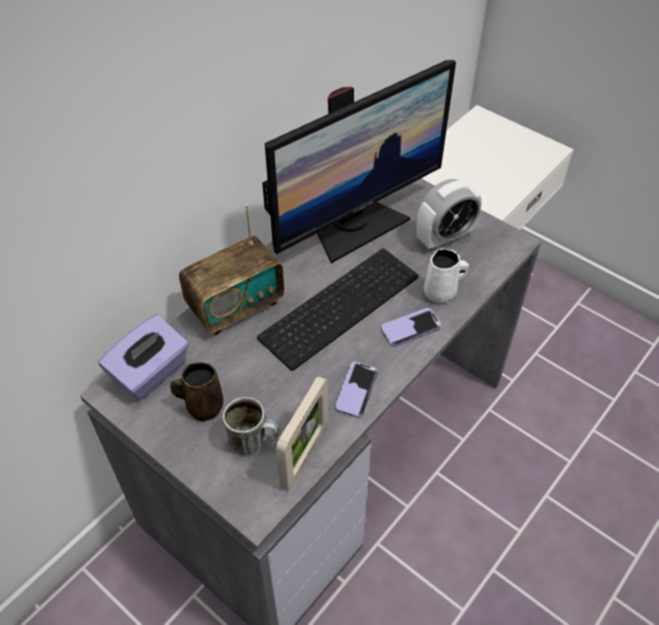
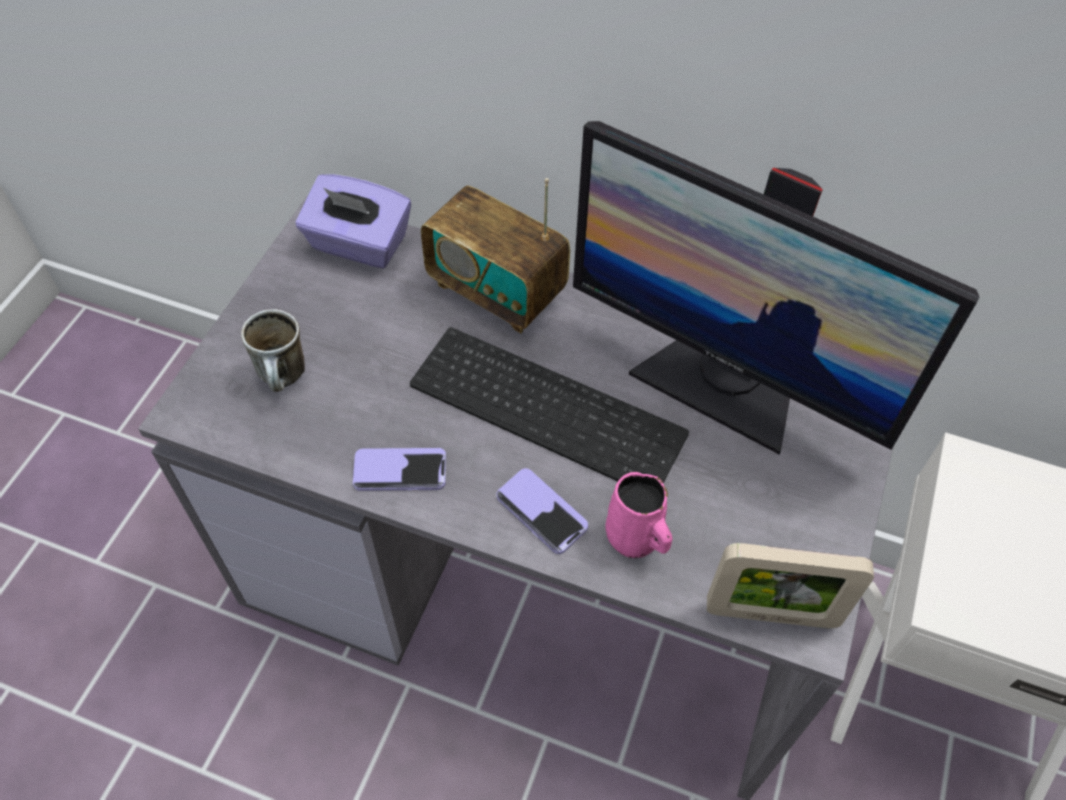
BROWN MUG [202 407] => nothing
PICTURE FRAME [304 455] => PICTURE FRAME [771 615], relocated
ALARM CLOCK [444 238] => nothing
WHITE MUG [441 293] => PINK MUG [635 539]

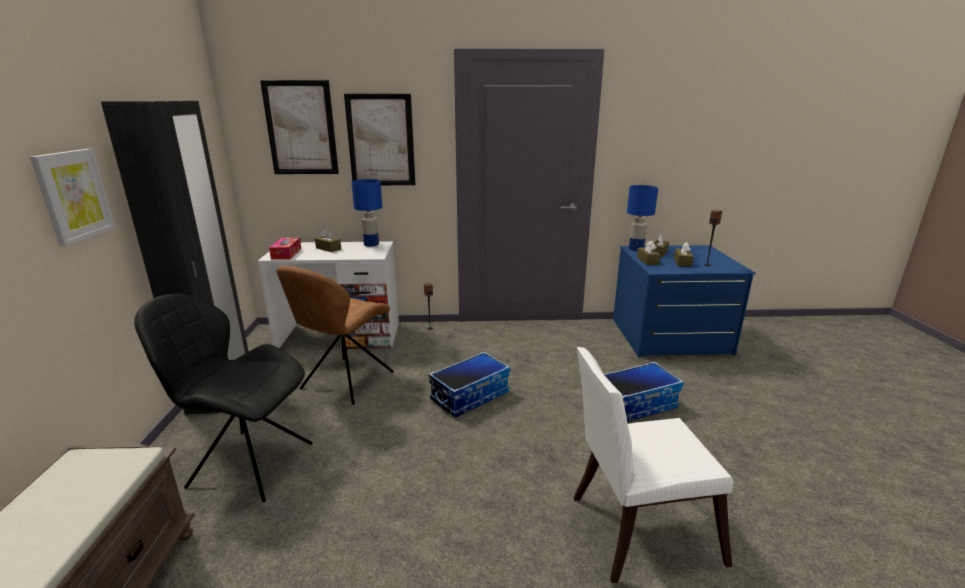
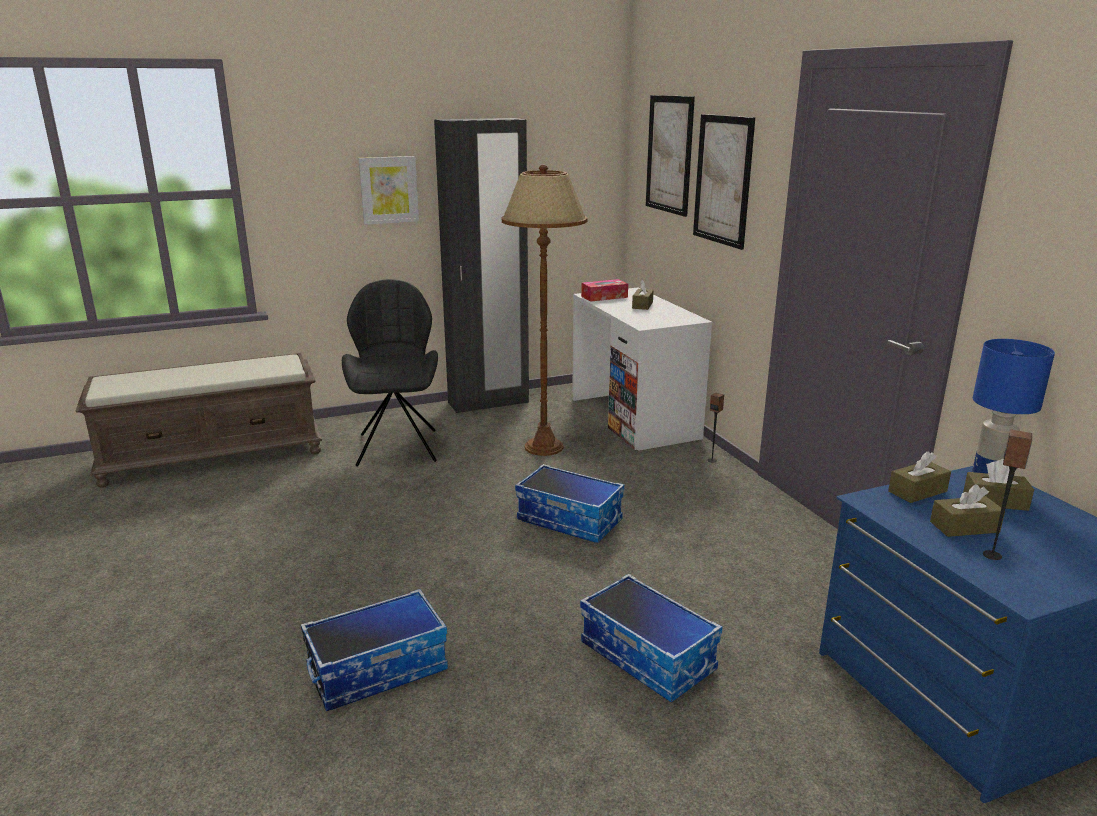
BROWN CHAIR [345 382] => BROWN FLOOR LAMP [544 447]
BLUE TABLE LAMP [371 244] => nothing
WHITE CHAIR [635 529] => STORAGE BOX [378 669]

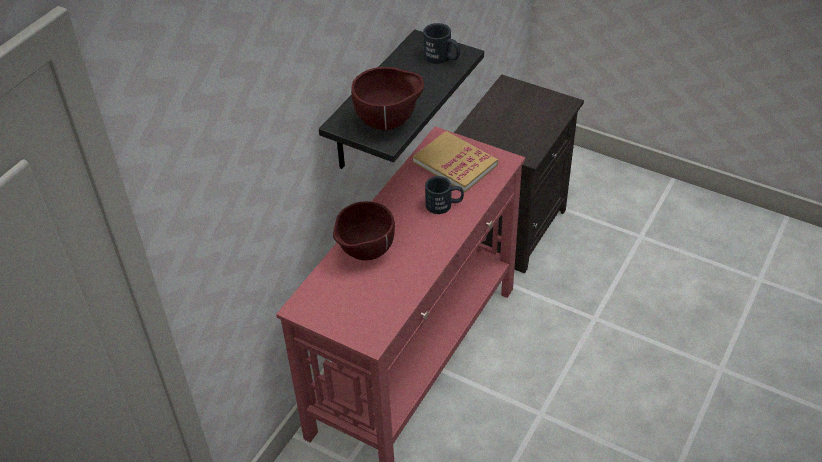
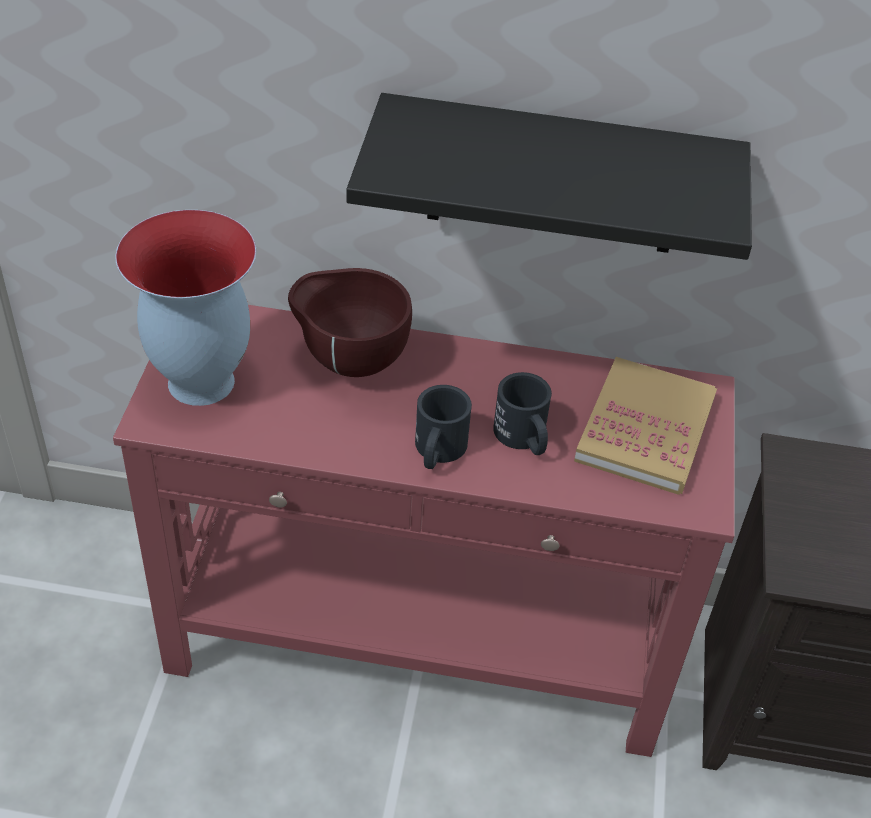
BROWN BOWL [389 123] => nothing
BLACK MUG [442 58] => BLACK MUG [437 452], relocated
nothing => VASE [198 381]

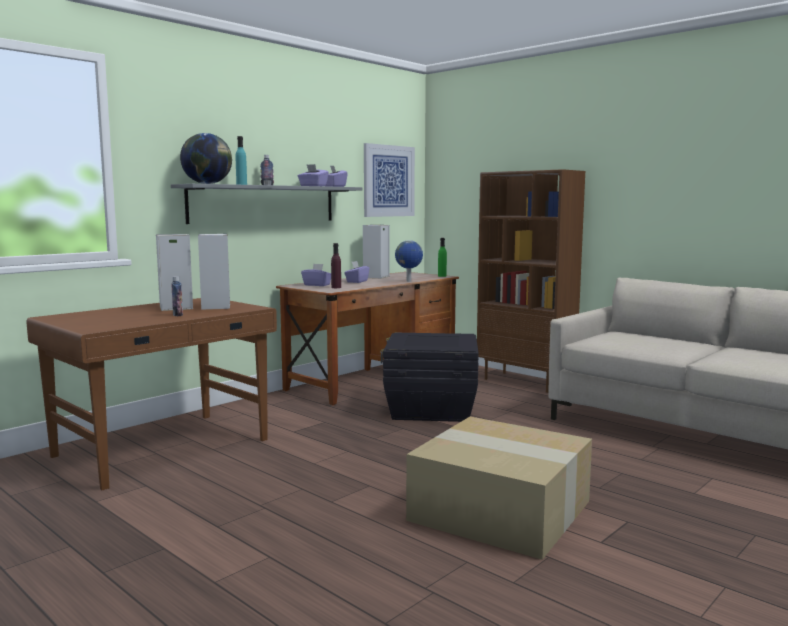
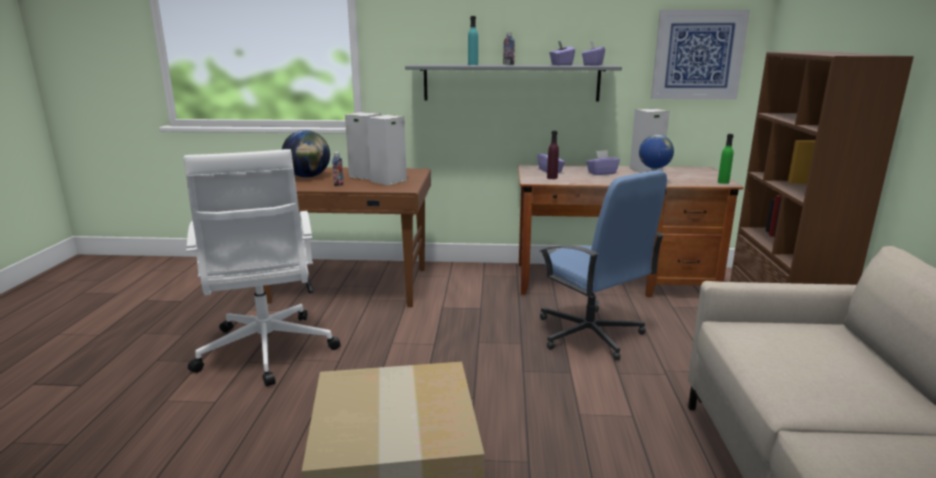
GLOBE [207 184] => GLOBE [308 177], relocated
BLACK STORAGE BOX [430 409] => BLUE OFFICE CHAIR [590 334]
nothing => WHITE OFFICE CHAIR [266 352]

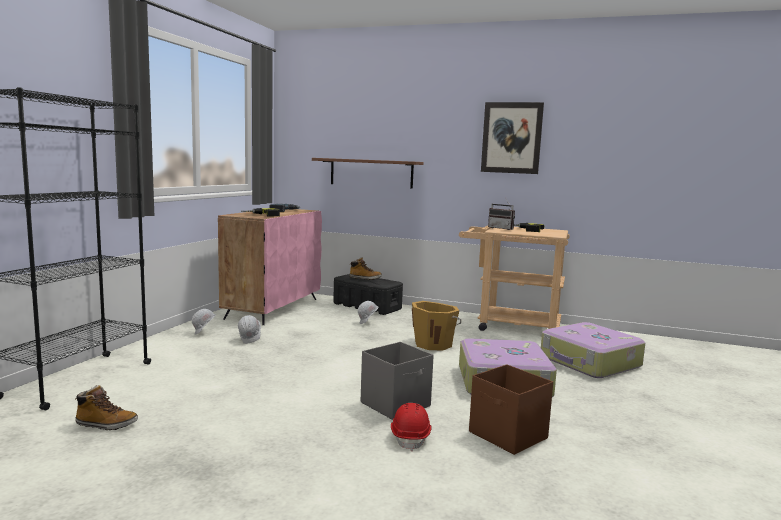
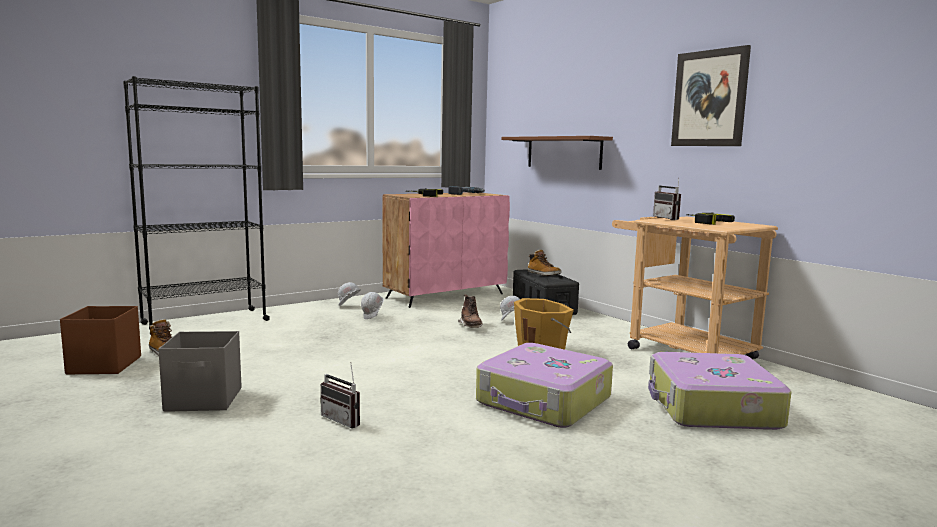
GREY STORAGE BOX [396 404] => GREY STORAGE BOX [205 400], relocated
RED HARD HAT [410 437] => RADIO [345 419]
BROWN STORAGE BOX [508 436] => BROWN STORAGE BOX [103 365], relocated
nothing => BROWN BOOT [471 326]

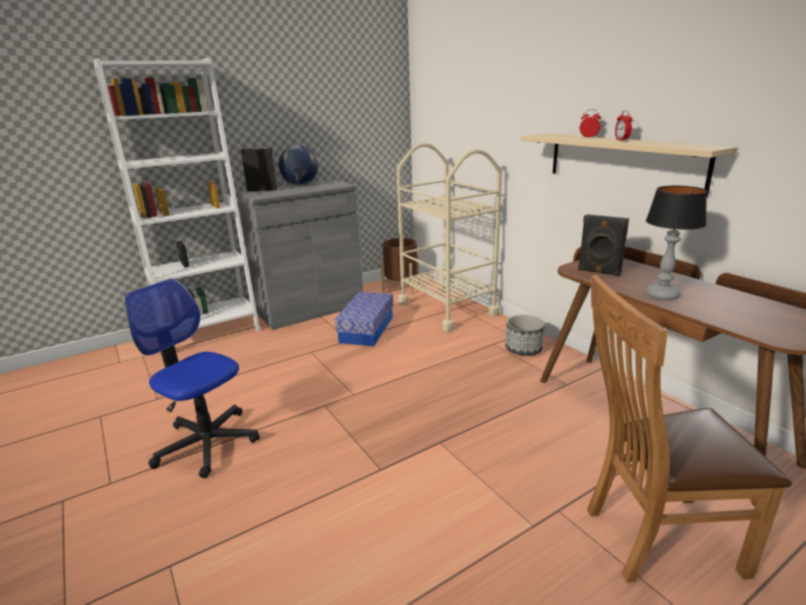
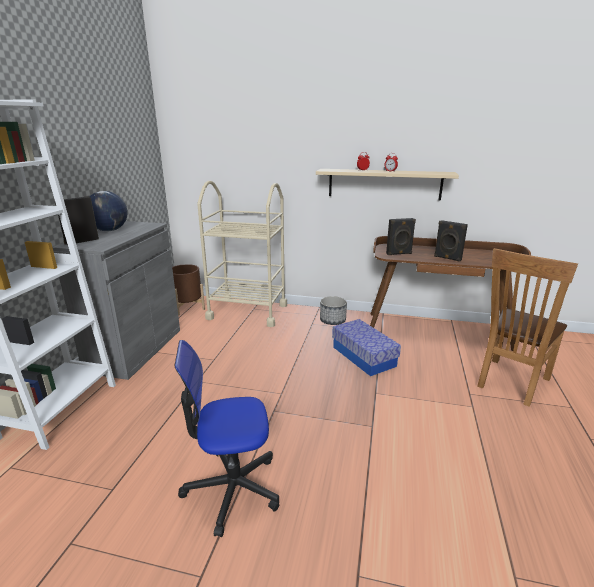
STORAGE BOX [367 329] => STORAGE BOX [364 356], relocated
TABLE LAMP [663 295] => BLACK SPEAKER [447 258]

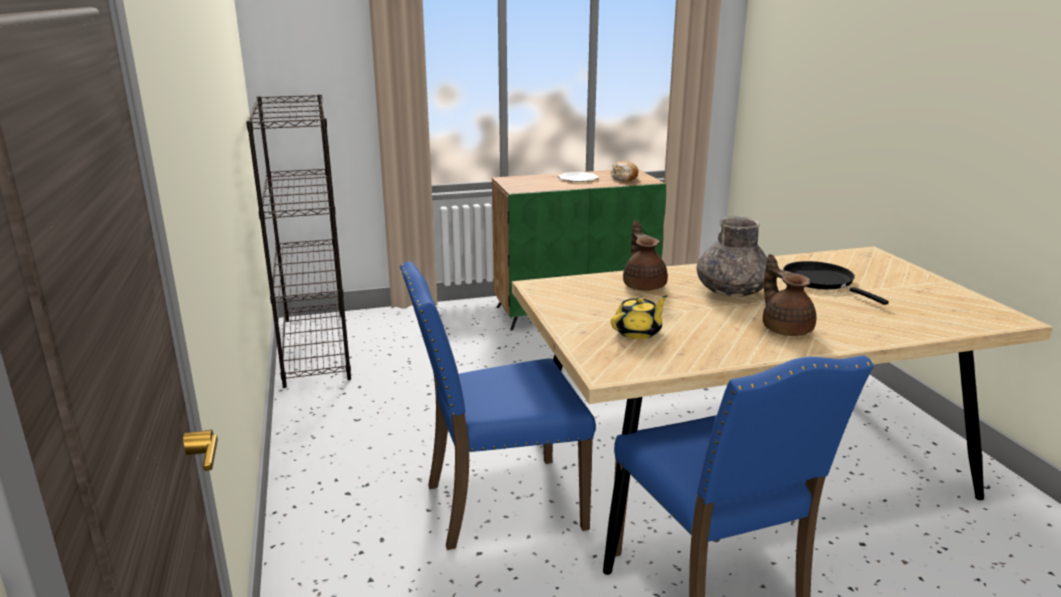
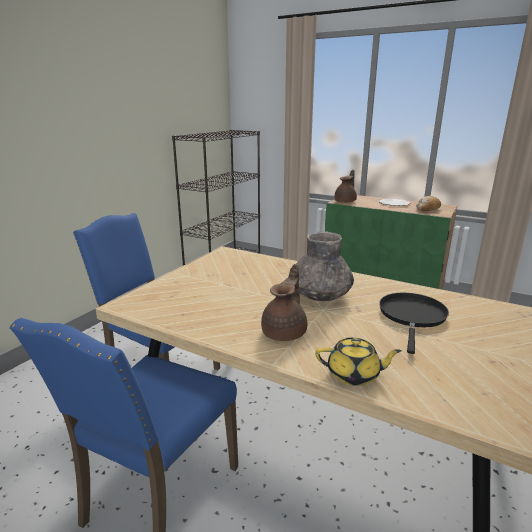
YELLOW TEAPOT [638 332] => YELLOW TEAPOT [354 375], relocated
BROWN TEAPOT [644 285] => BROWN TEAPOT [346 201], relocated

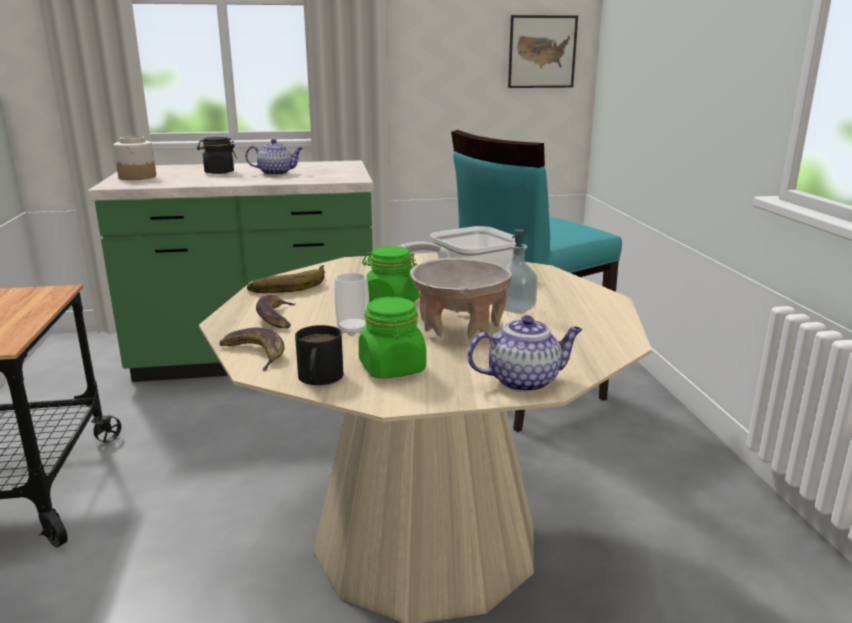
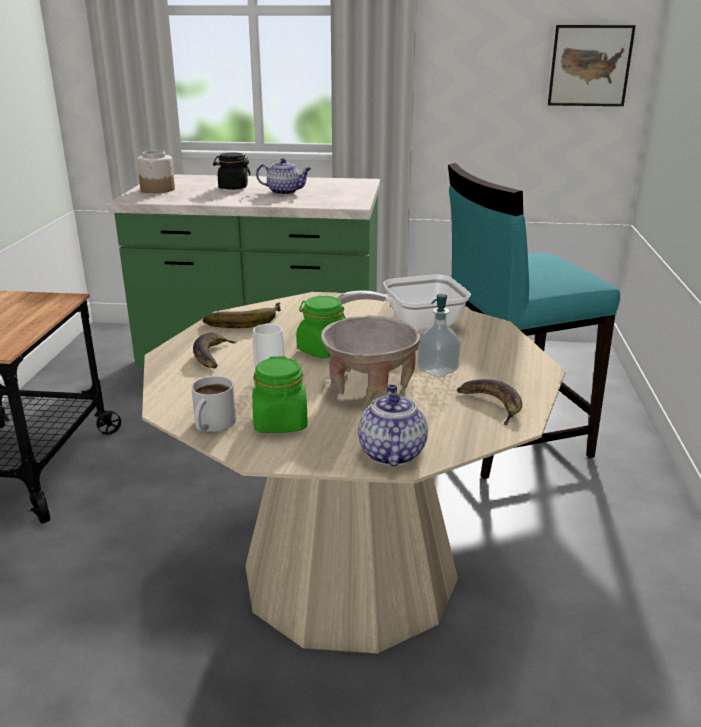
BANANA [256 353] => BANANA [492 404], relocated
BLACK MUG [319 379] => WHITE MUG [211 425]
TEAPOT [524 381] => TEAPOT [391 452], 90 degrees counterclockwise

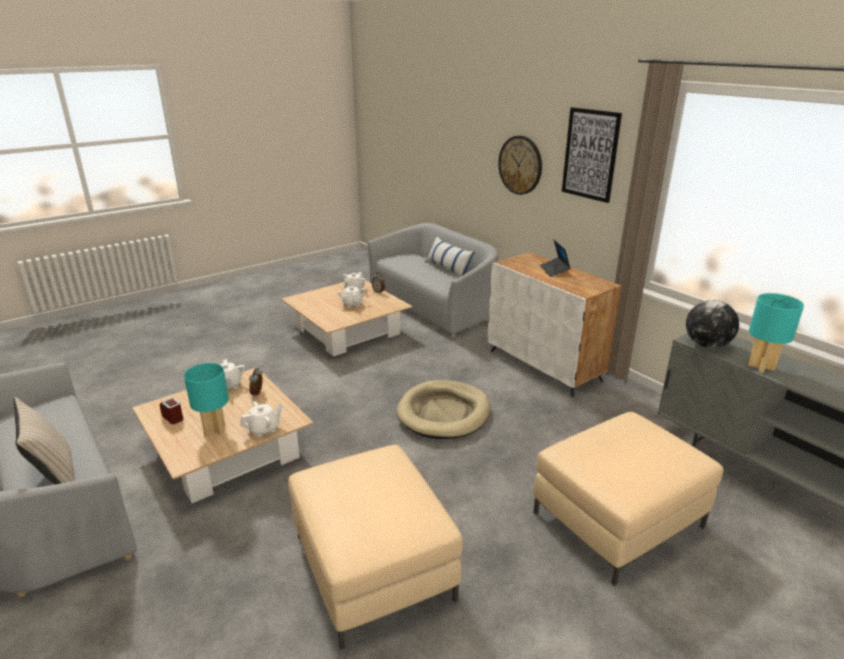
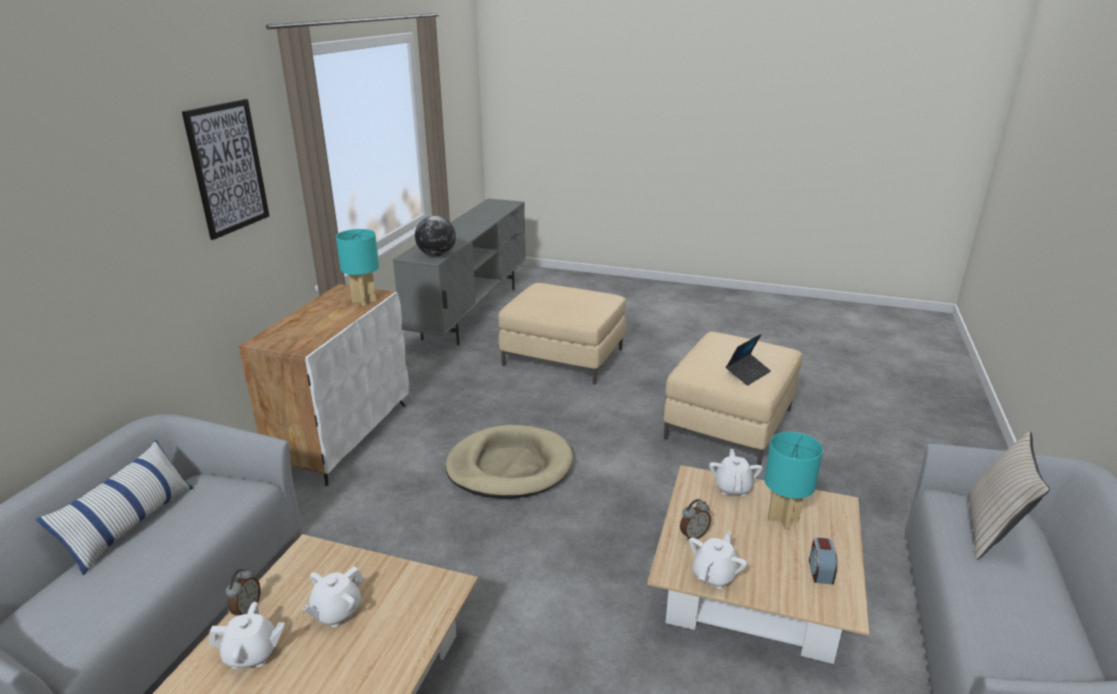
WHITE TEAPOT [264 429] => WHITE TEAPOT [733 487], 75 degrees clockwise
WALL CLOCK [520 165] => nothing
LAPTOP [554 270] => LAPTOP [747 373], relocated
TURQUOISE TABLE LAMP [761 367] => TURQUOISE TABLE LAMP [364 301], relocated

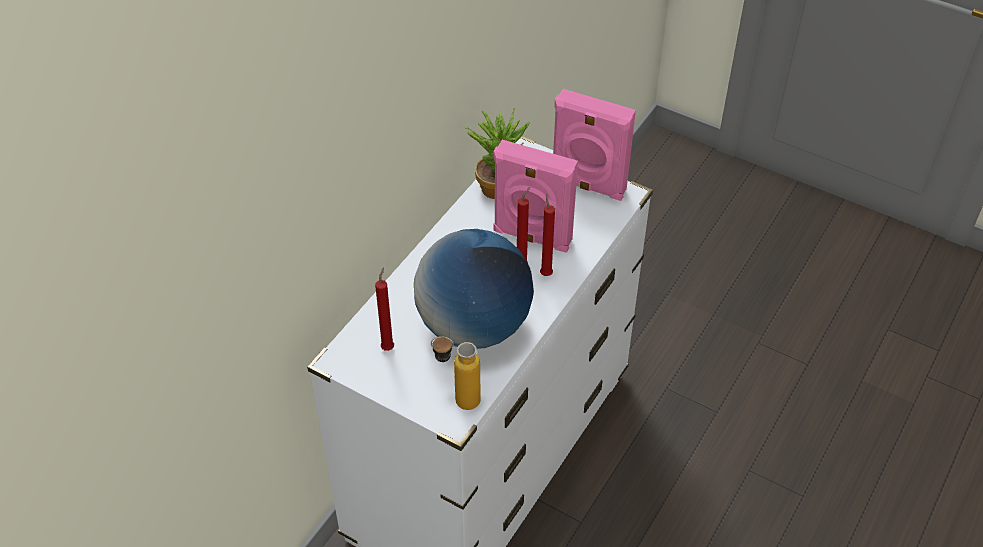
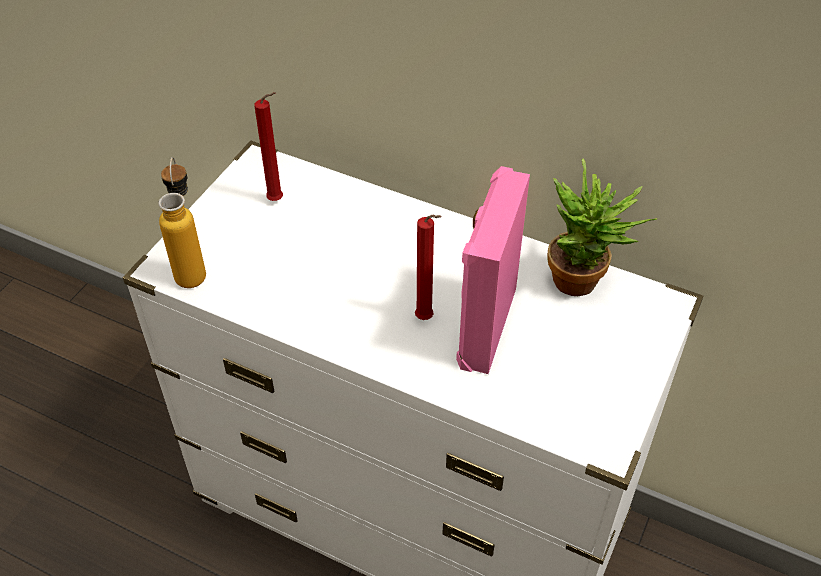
GLOBE [474 326] => nothing
RED CANDLE [545 273] => nothing
PINK SPEAKER [587 186] => nothing

